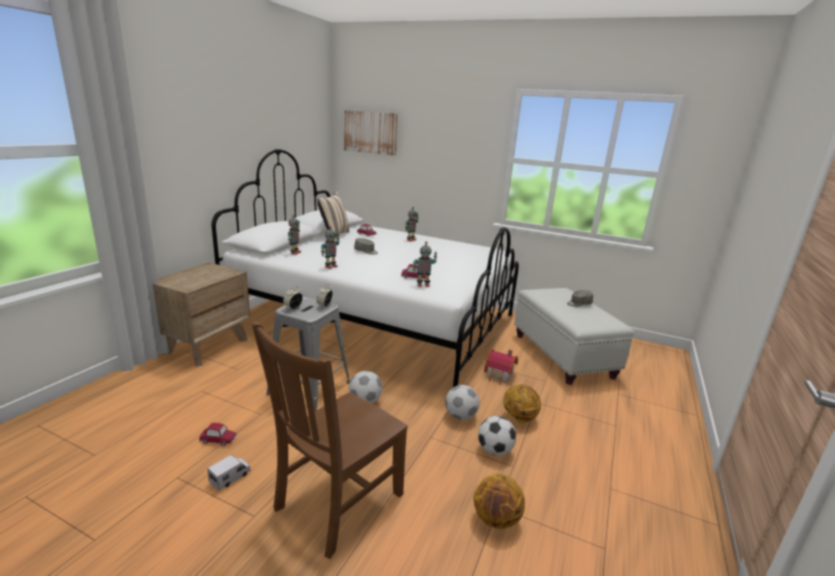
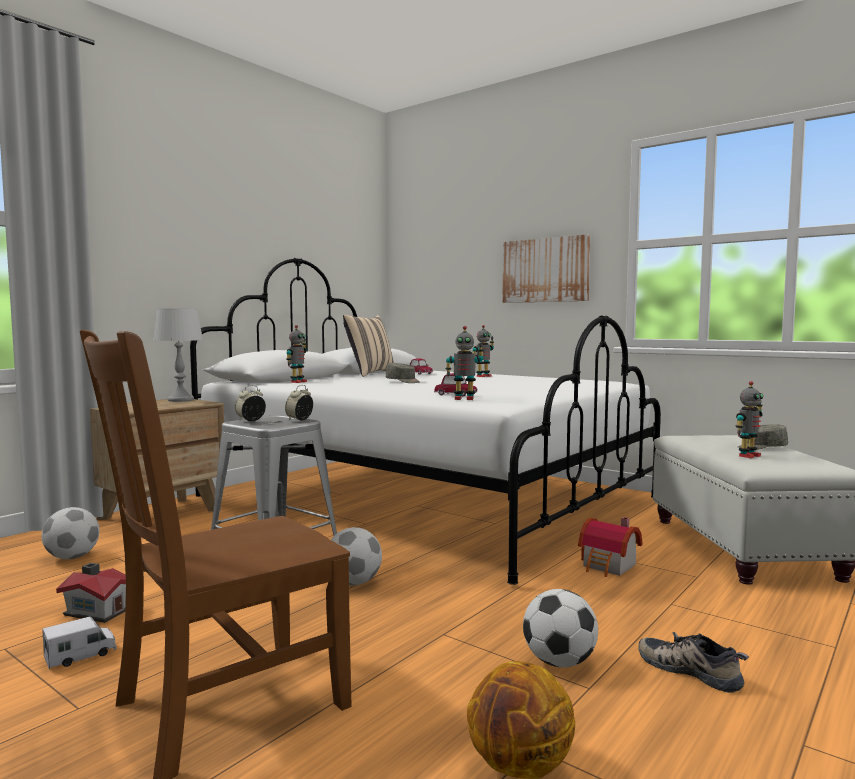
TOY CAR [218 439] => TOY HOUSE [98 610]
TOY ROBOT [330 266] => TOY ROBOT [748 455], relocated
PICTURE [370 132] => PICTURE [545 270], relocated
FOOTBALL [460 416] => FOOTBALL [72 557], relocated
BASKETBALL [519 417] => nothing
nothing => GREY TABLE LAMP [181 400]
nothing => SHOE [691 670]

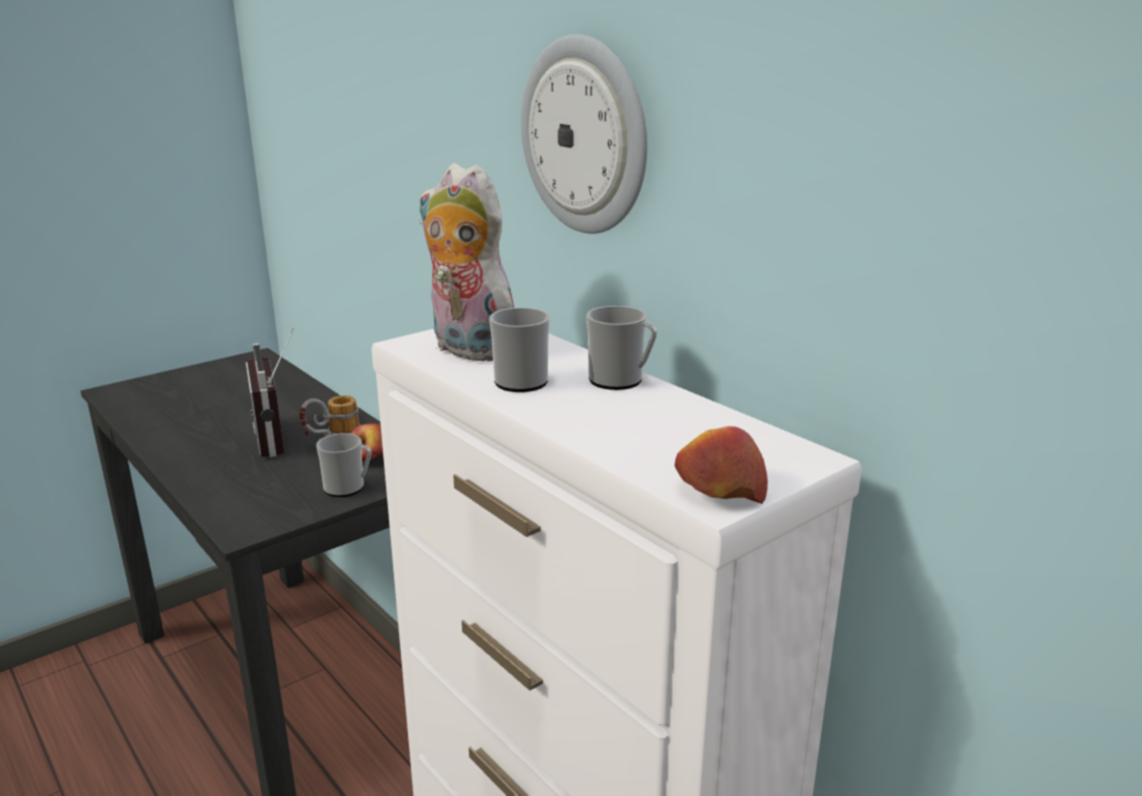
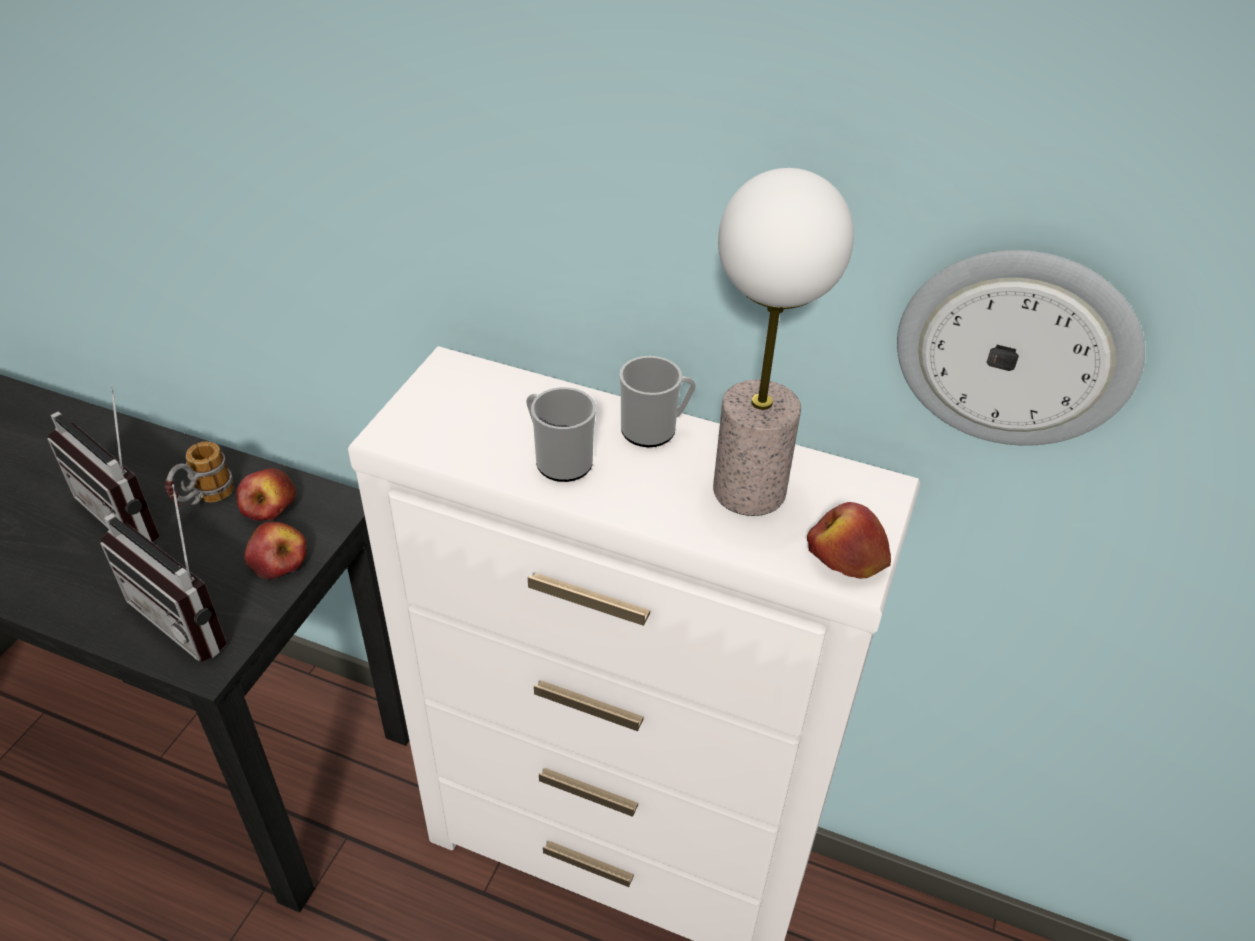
MUG [348 488] => APPLE [278 560]
PLUSH TOY [467 350] => nothing
WALL CLOCK [585 136] => WALL CLOCK [1016 348], relocated
nothing => RADIO [191 615]
nothing => TABLE LAMP [748 490]

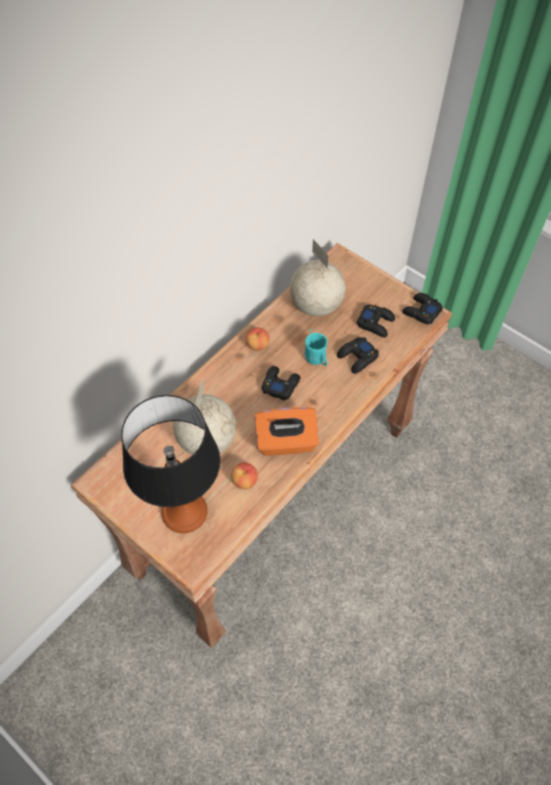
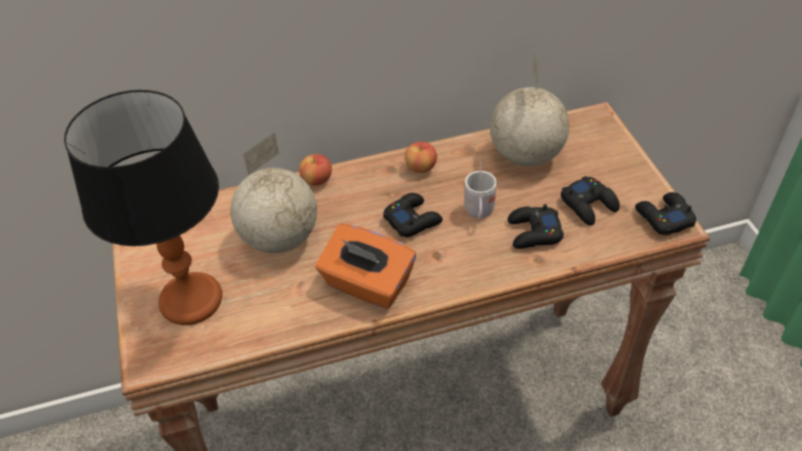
APPLE [244 481] => APPLE [317 180], relocated
TURQUOISE MUG [317 360] => WHITE MUG [479 213]

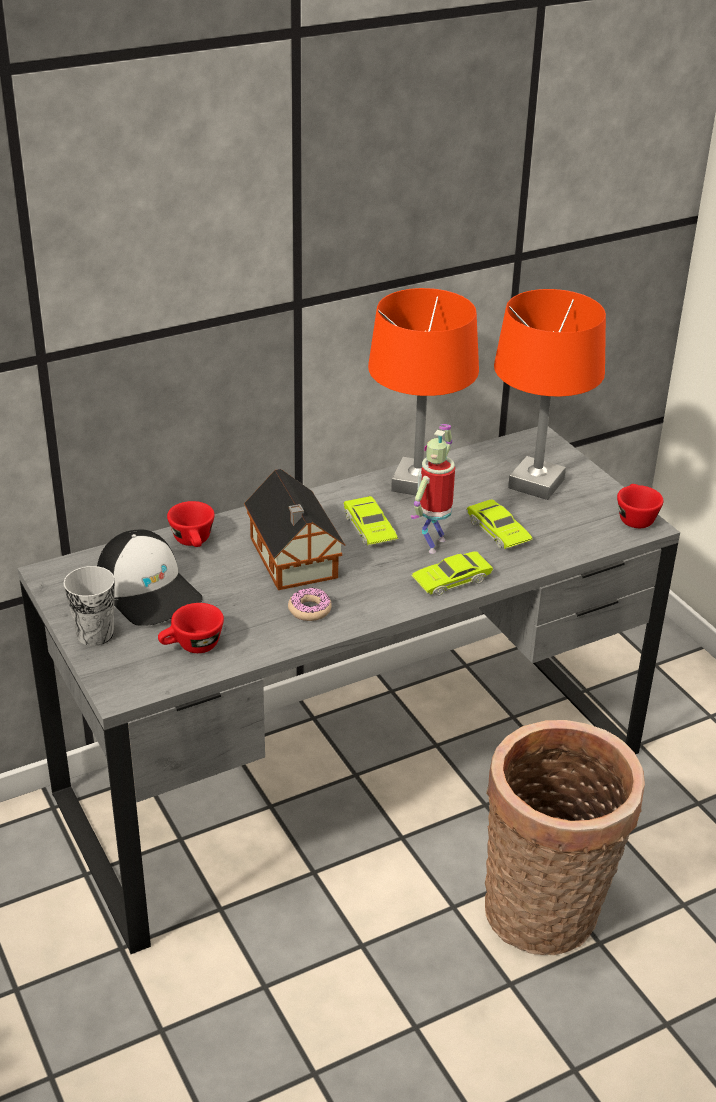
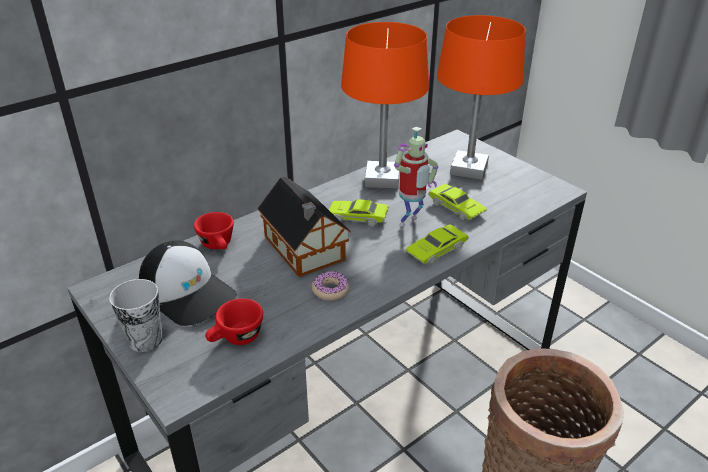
GREEN TOY CAR [370 528] => GREEN TOY CAR [357 217], 135 degrees clockwise
TOY ROBOT [432 543] => TOY ROBOT [410 223], 150 degrees counterclockwise
RED CUP [634 517] => nothing

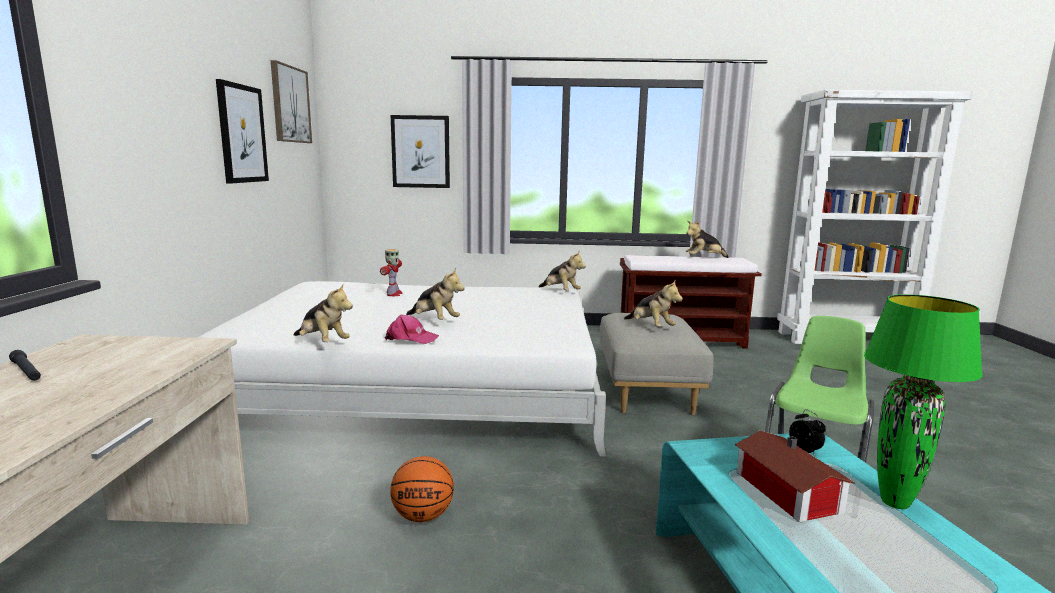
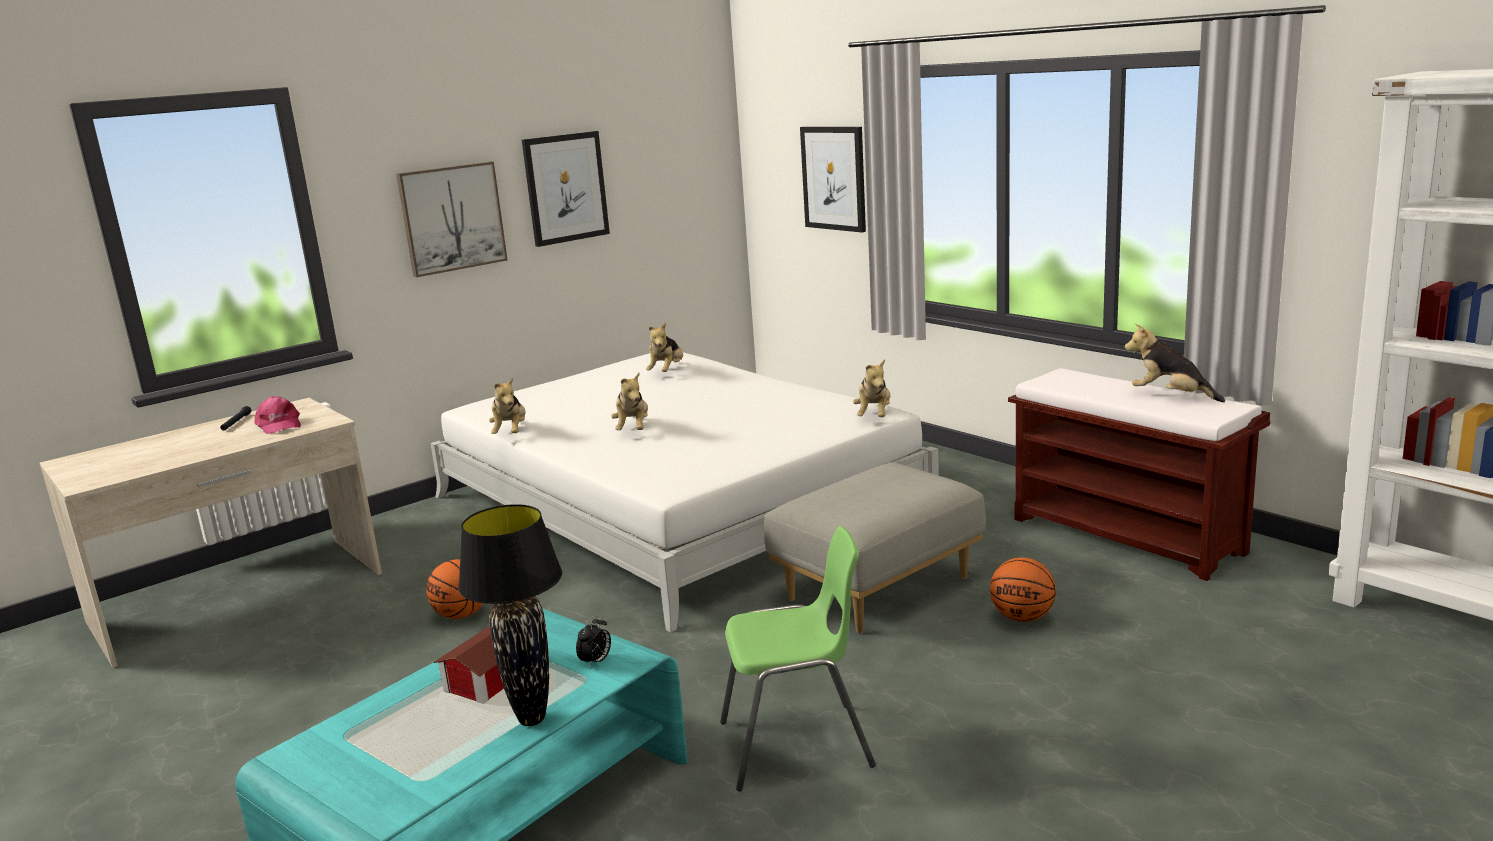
PICTURE [290 104] => PICTURE [452 218], relocated
TOY ROBOT [393 294] => nothing
PINK CAP [411 338] => PINK CAP [278 425], relocated
PLUSH TOY [650 327] => PLUSH TOY [667 372], relocated
GREEN TABLE LAMP [894 503] => BLACK TABLE LAMP [531 719]
nothing => BASKETBALL [1022 618]

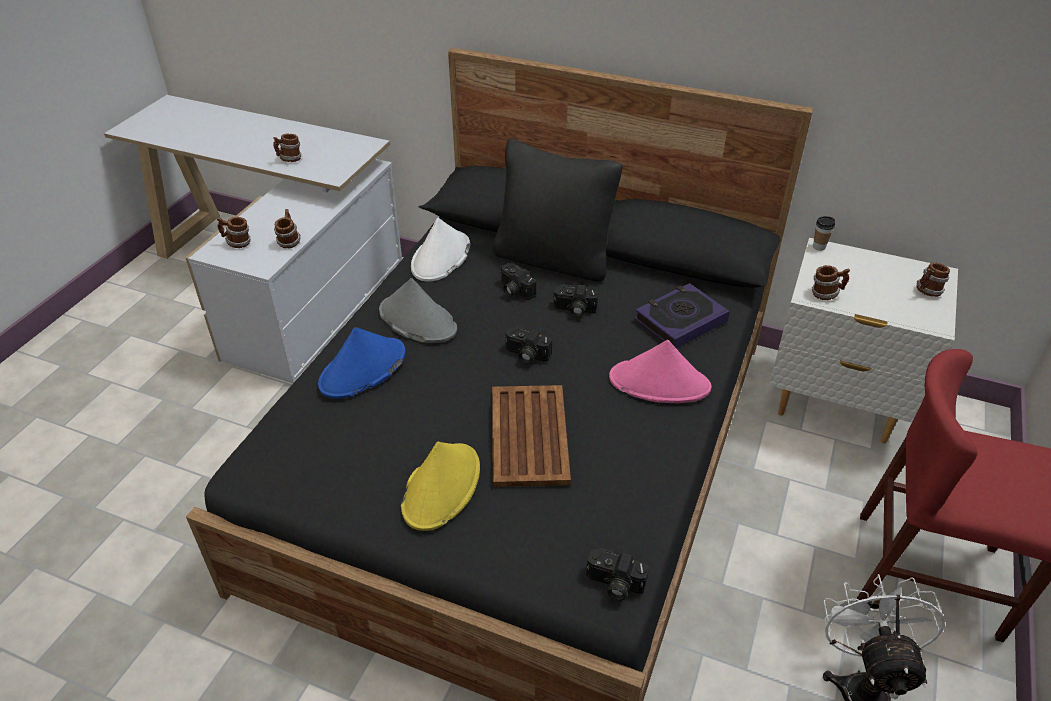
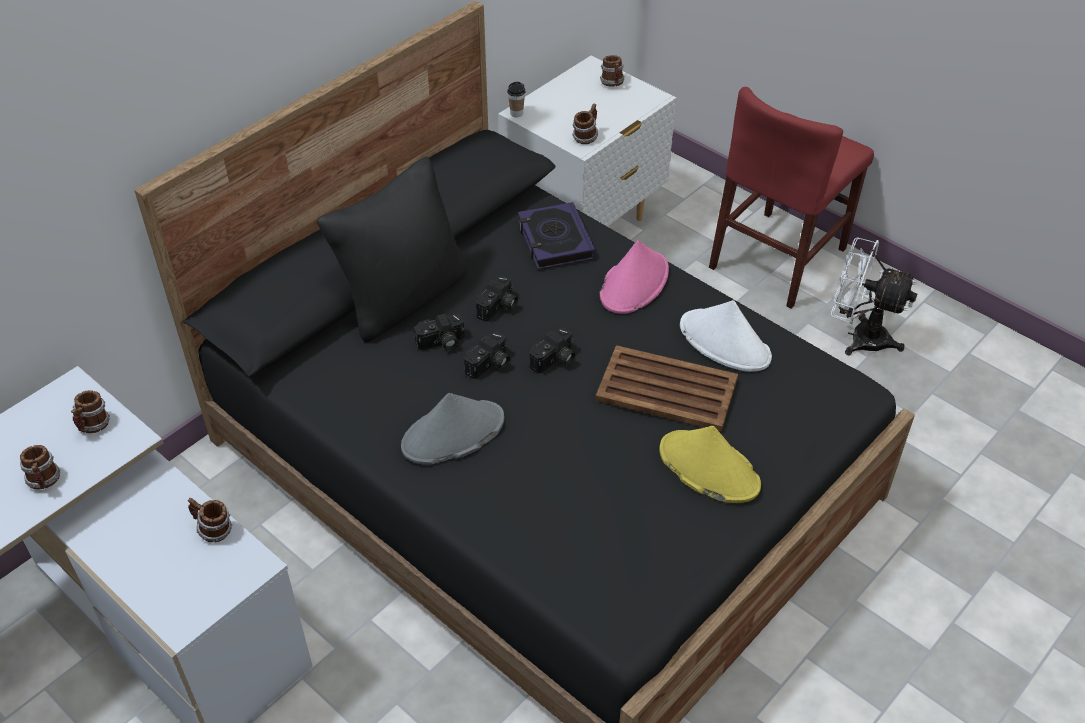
MUG [237 243] => MUG [93 426], relocated
BLUE HAT [362 369] => nothing
WHITE HAT [441 257] => WHITE HAT [725 342], relocated
PHOTO CAMERA [614 584] => PHOTO CAMERA [490 365], relocated

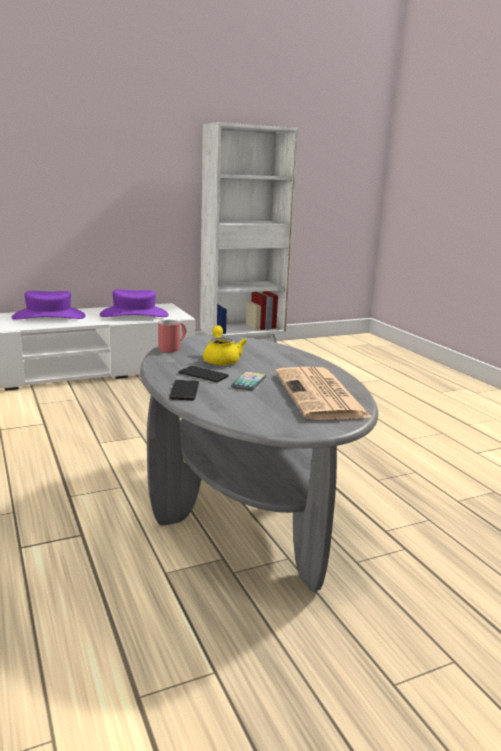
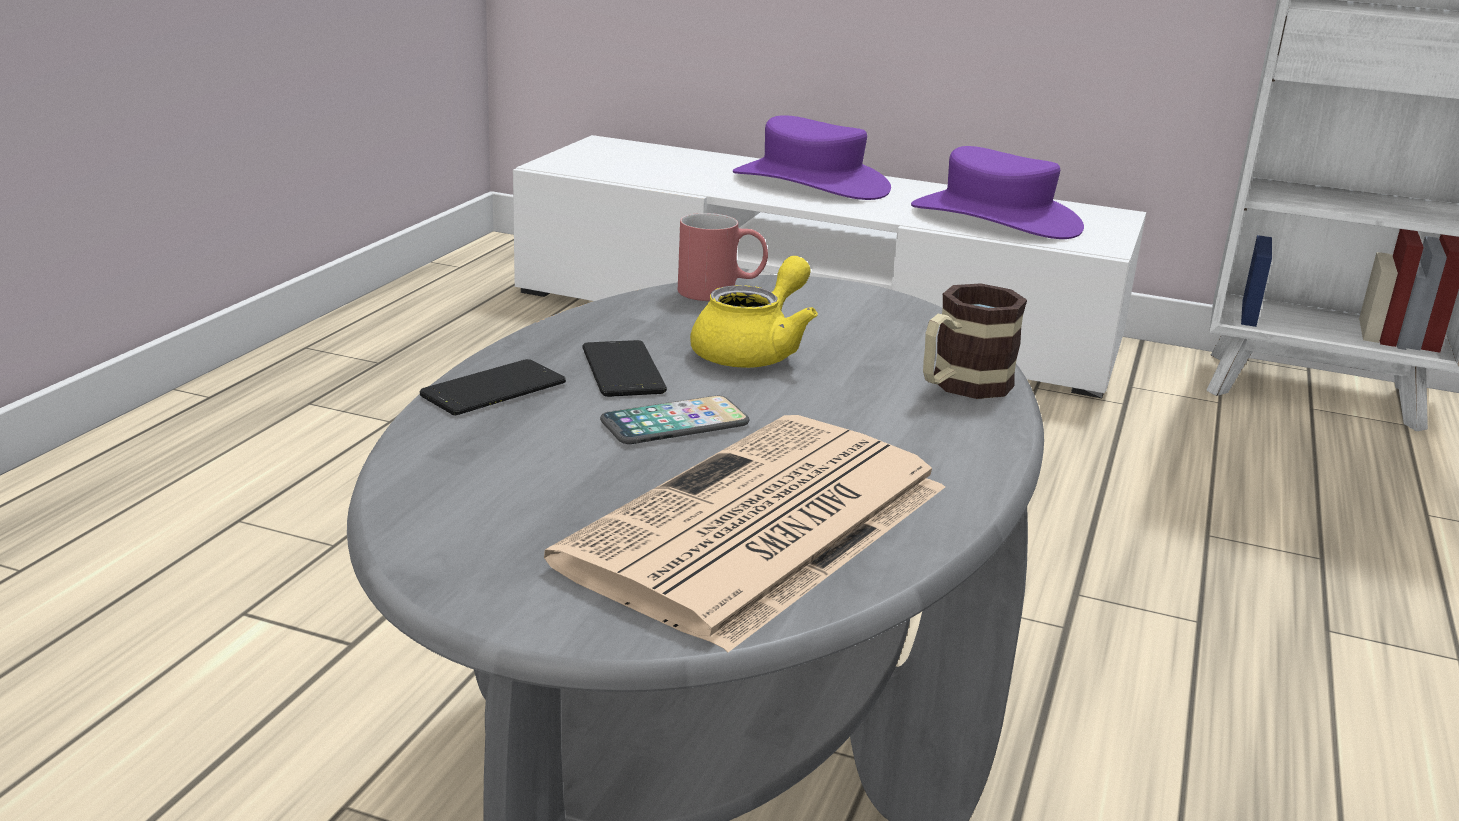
nothing => MUG [960 386]

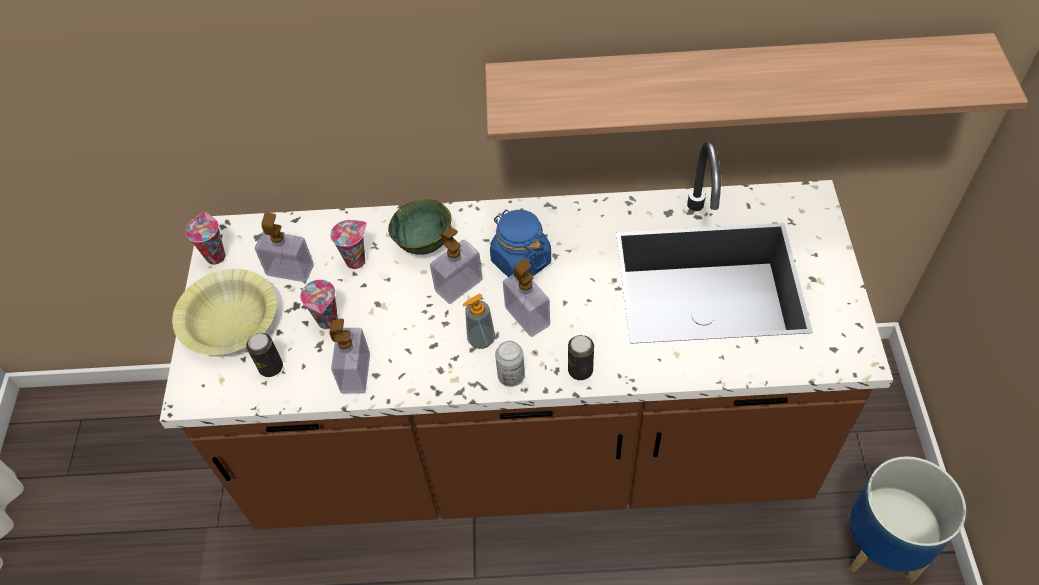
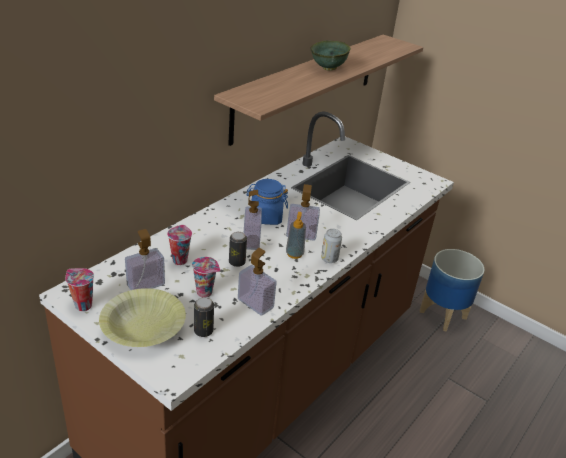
GREEN BOWL [424 245] => GREEN BOWL [328 69], relocated
CAN [580 370] => CAN [237 262], relocated

